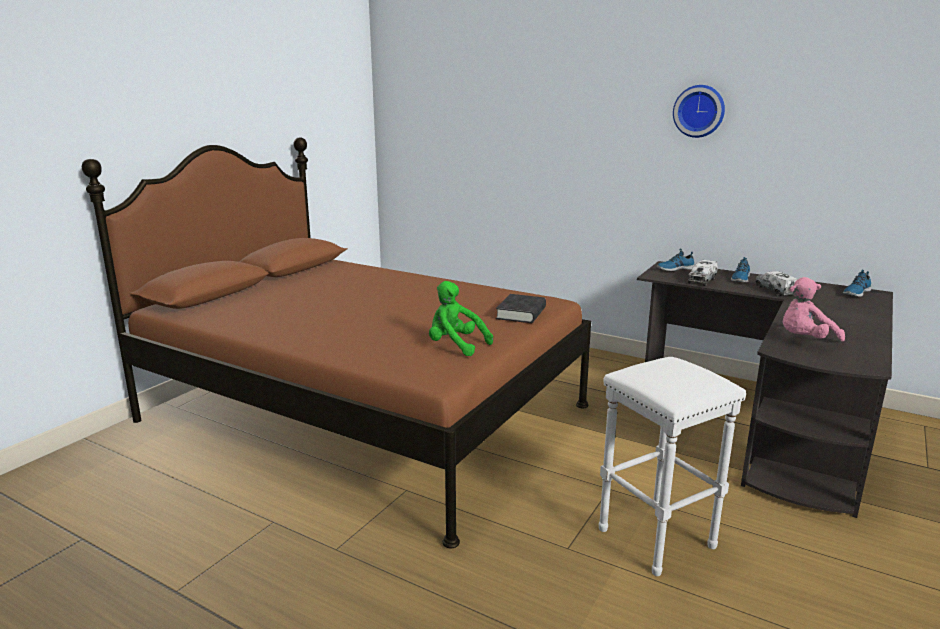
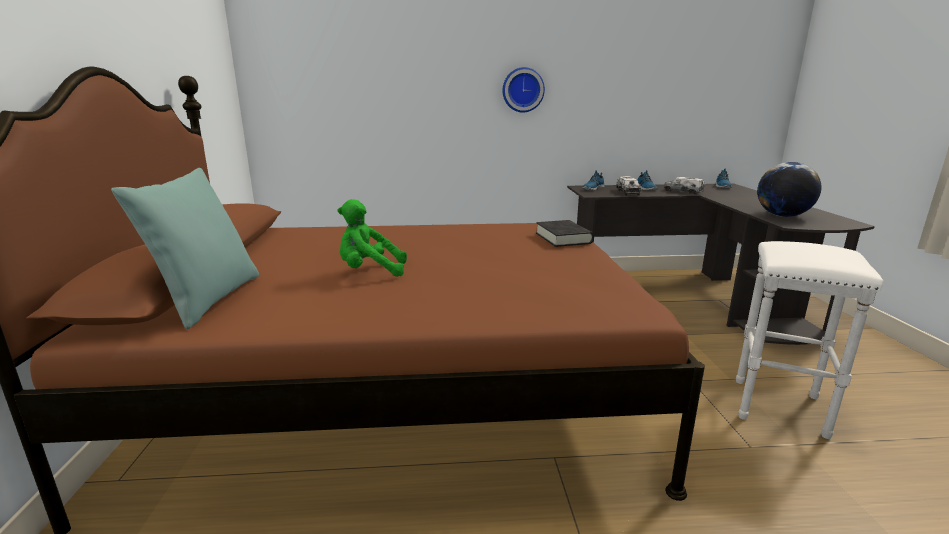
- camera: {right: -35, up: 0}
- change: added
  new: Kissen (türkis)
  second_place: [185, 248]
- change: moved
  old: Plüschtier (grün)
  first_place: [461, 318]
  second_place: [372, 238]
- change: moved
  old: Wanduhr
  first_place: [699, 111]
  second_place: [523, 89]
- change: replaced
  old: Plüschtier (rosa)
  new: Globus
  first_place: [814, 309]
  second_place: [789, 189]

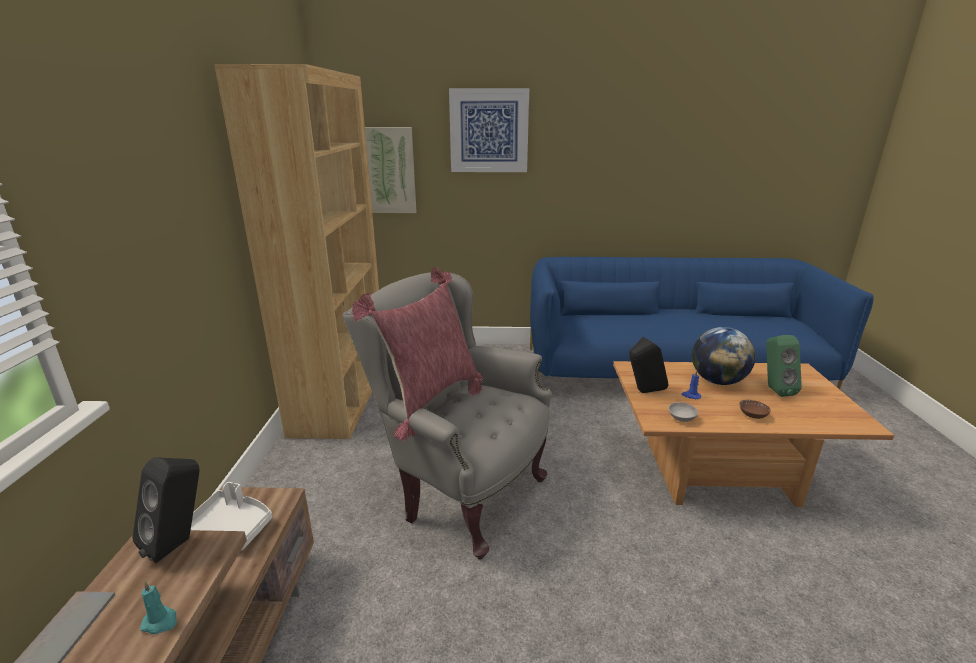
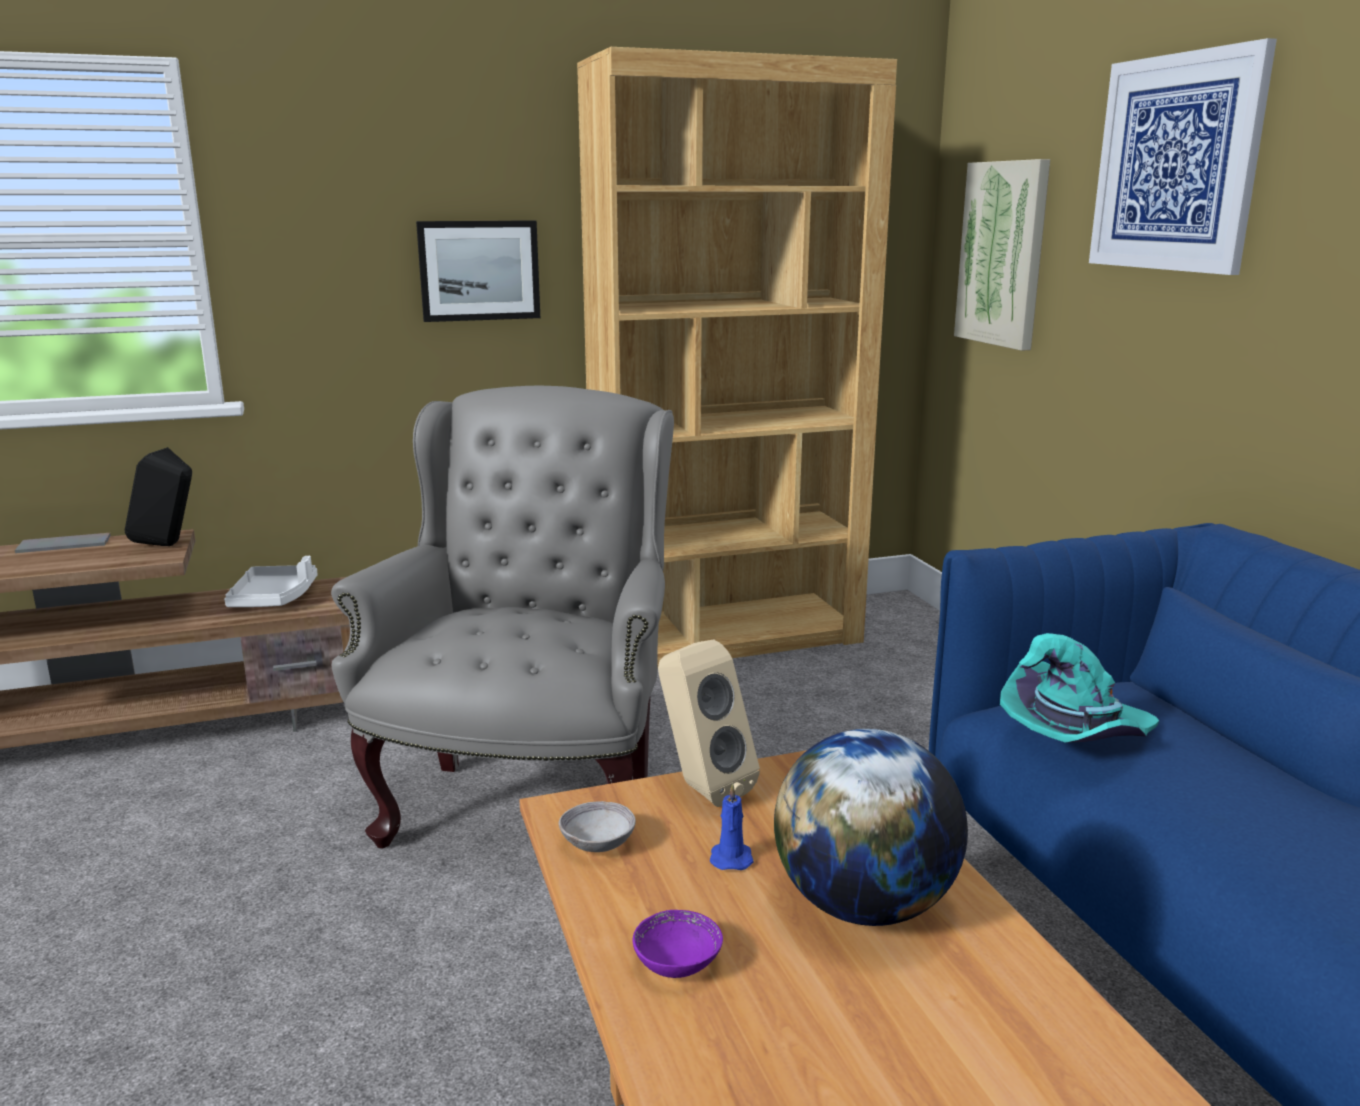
- camera: {right: 70, up: -5}
- change: added
  new: Bild
  second_place: [478, 271]
- change: recoloured
  old: Schüssel (braun)
  new: Schüssel (lila)
  first_place: [755, 409]
  second_place: [677, 944]
- change: recoloured
  old: Lautsprecher (schwarz)
  new: Lautsprecher (beige)
  first_place: [649, 365]
  second_place: [709, 723]
- change: added
  new: Hut (türkis)
  second_place: [1079, 688]
- change: removed
  old: Kerze (türkis)
  first_place: [158, 607]
- change: removed
  old: Kissen (rot)
  first_place: [417, 354]
- change: removed
  old: Lautsprecher (grün)
  first_place: [784, 366]

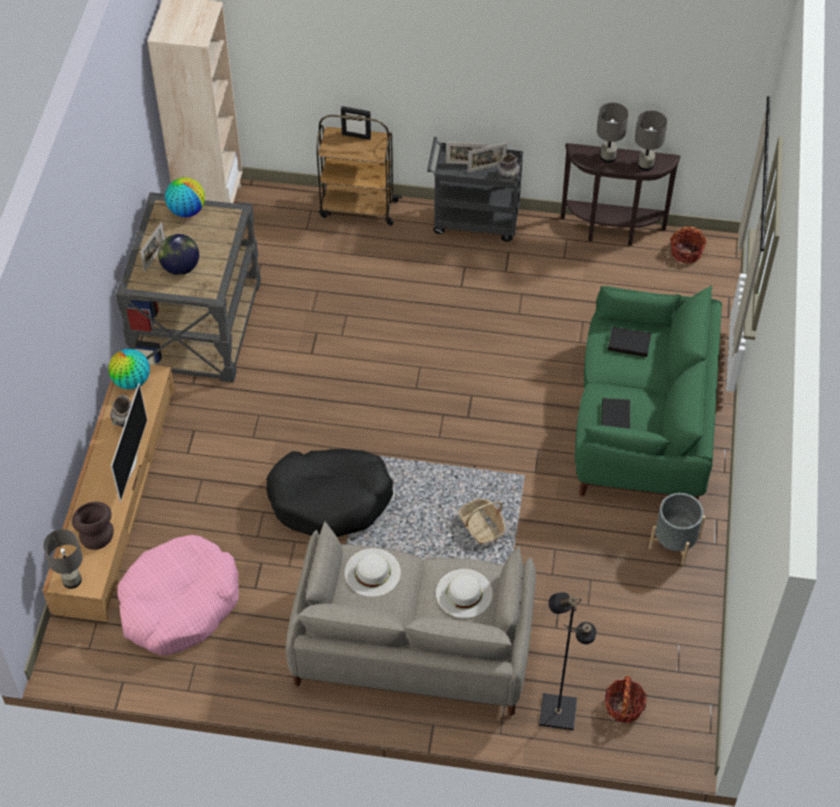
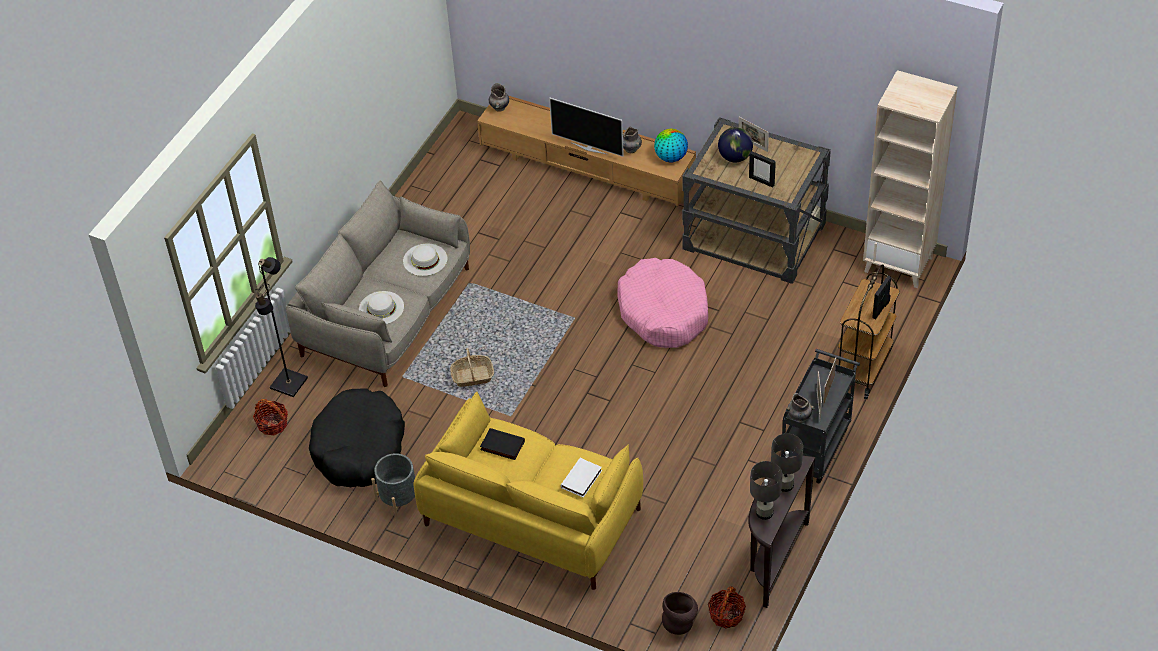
- camera: {right: 110, up: -5}
- change: moved
  old: Hundebett (schwarz)
  first_place: [329, 493]
  second_place: [357, 437]
- change: recoloured
  old: Sofa (grün)
  new: Sofa (gelb)
  first_place: [648, 393]
  second_place: [528, 491]
- change: replaced
  old: Tischlampe (grau)
  new: Vase (grau)
  first_place: [63, 559]
  second_place: [499, 97]
- change: recoloured
  old: Buch (schwarz)
  new: Buch (weiß)
  first_place: [629, 341]
  second_place: [581, 478]
- change: moved
  old: Hundebett (rosa)
  first_place: [178, 595]
  second_place: [662, 303]
- change: moved
  old: Vase (braun)
  first_place: [93, 526]
  second_place: [680, 613]
- change: added
  new: Bilderrahmen
  second_place: [762, 169]
- change: removed
  old: Globus
  first_place: [185, 197]

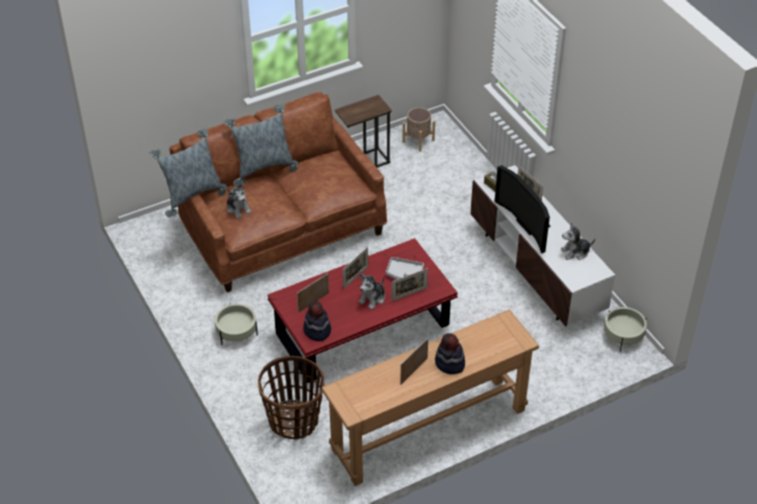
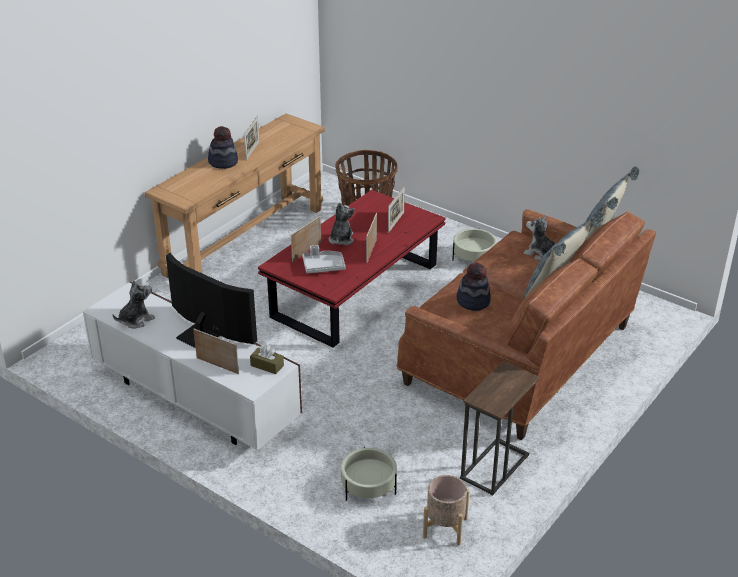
- camera: {right: 155, up: -10}
- change: moved
  old: Pflanzkübel (beige)
  first_place: [625, 329]
  second_place: [369, 474]
- change: moved
  old: Hut
  first_place: [317, 321]
  second_place: [474, 287]

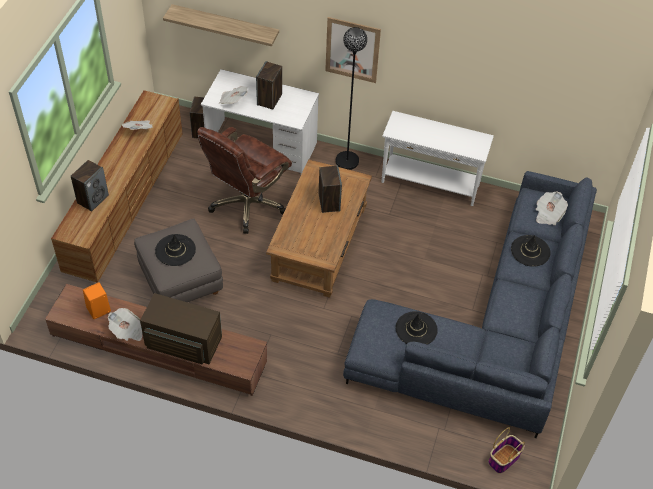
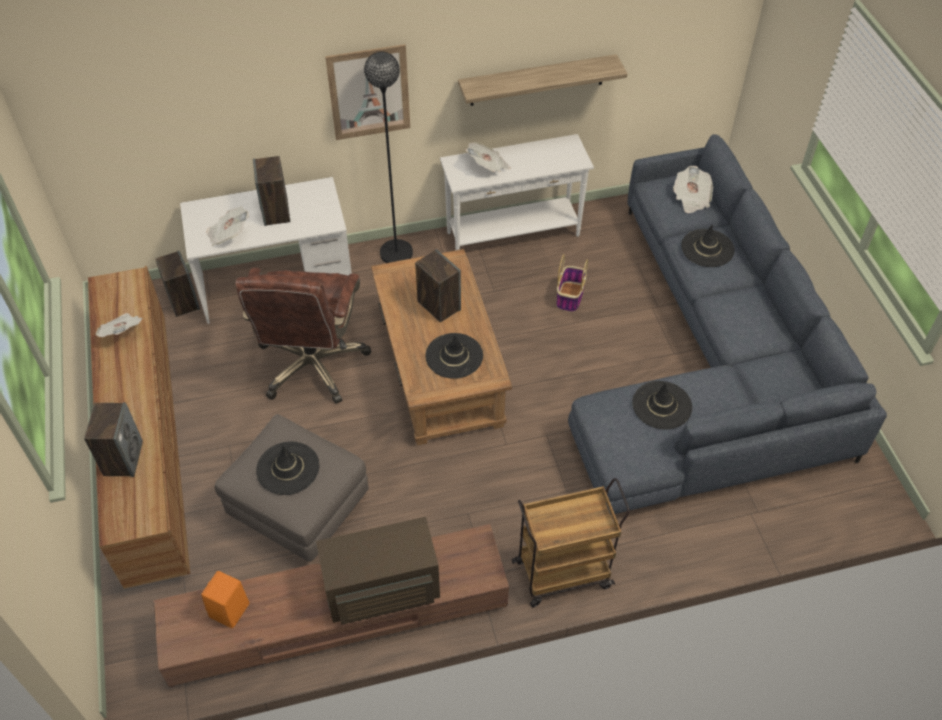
- camera: {right: -30, up: 0}
- change: added
  new: Hut (schwarz)
  second_place: [454, 356]
- change: moved
  old: Wandregal
  first_place: [221, 25]
  second_place: [543, 80]
- change: moved
  old: Zeitung
  first_place: [125, 324]
  second_place: [488, 157]
- change: added
  new: Rollwagen (braun)
  second_place: [571, 543]
- change: moved
  old: Korb
  first_place: [506, 450]
  second_place: [572, 283]

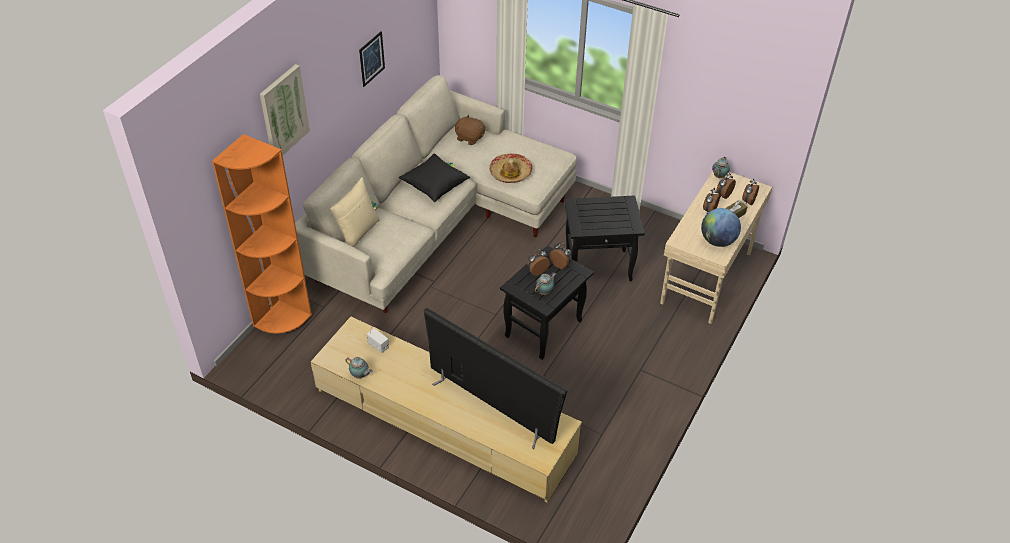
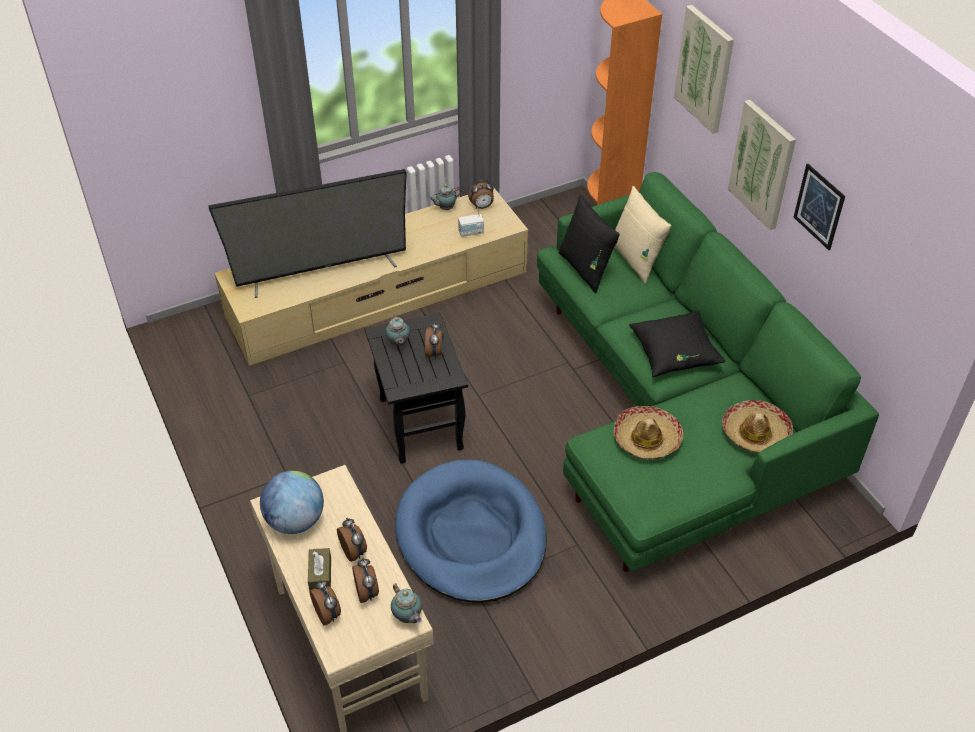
- camera: {right: 125, up: 0}
- change: replaced
  old: Beistelltisch (schwarz)
  new: Hundebett (blau)
  first_place: [604, 238]
  second_place: [471, 531]
- change: moved
  old: Wecker
  first_place: [560, 255]
  second_place: [481, 194]
- change: recoloured
  old: Sofa (beige)
  new: Sofa (grün)
  first_place: [436, 194]
  second_place: [708, 372]
- change: added
  new: Kissen (schwarz)
  second_place: [589, 244]
- change: replaced
  old: Plüschtier (braun)
  new: Hut
  first_place: [470, 129]
  second_place: [757, 426]
- change: added
  new: Bild
  second_place: [762, 165]

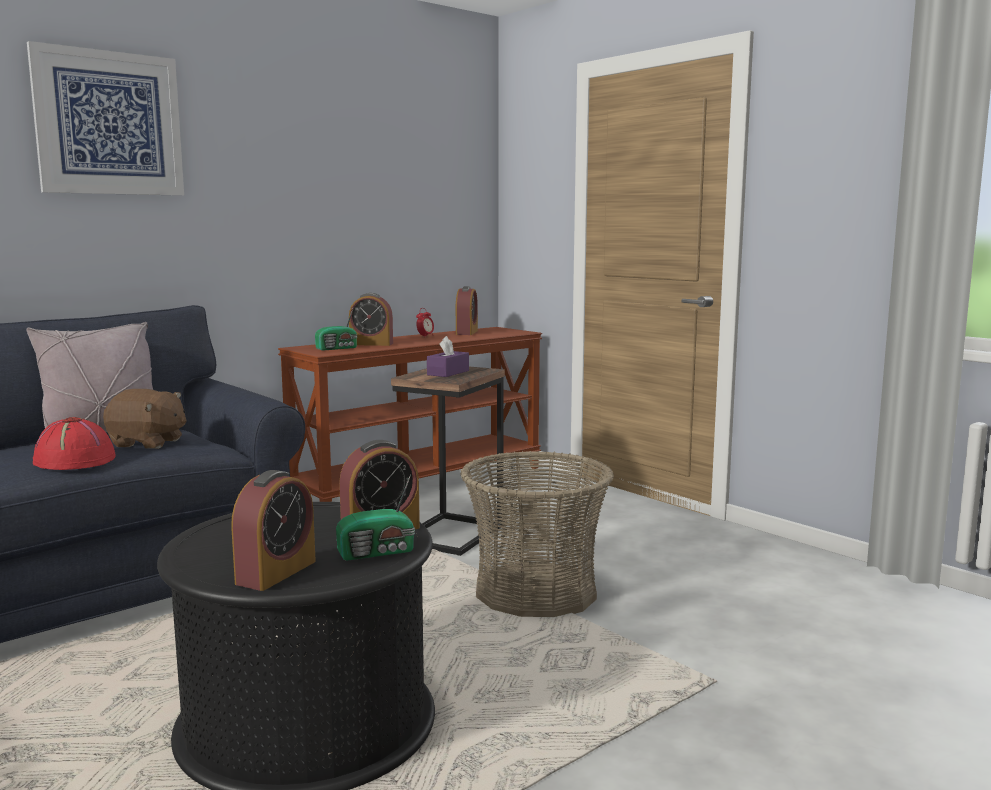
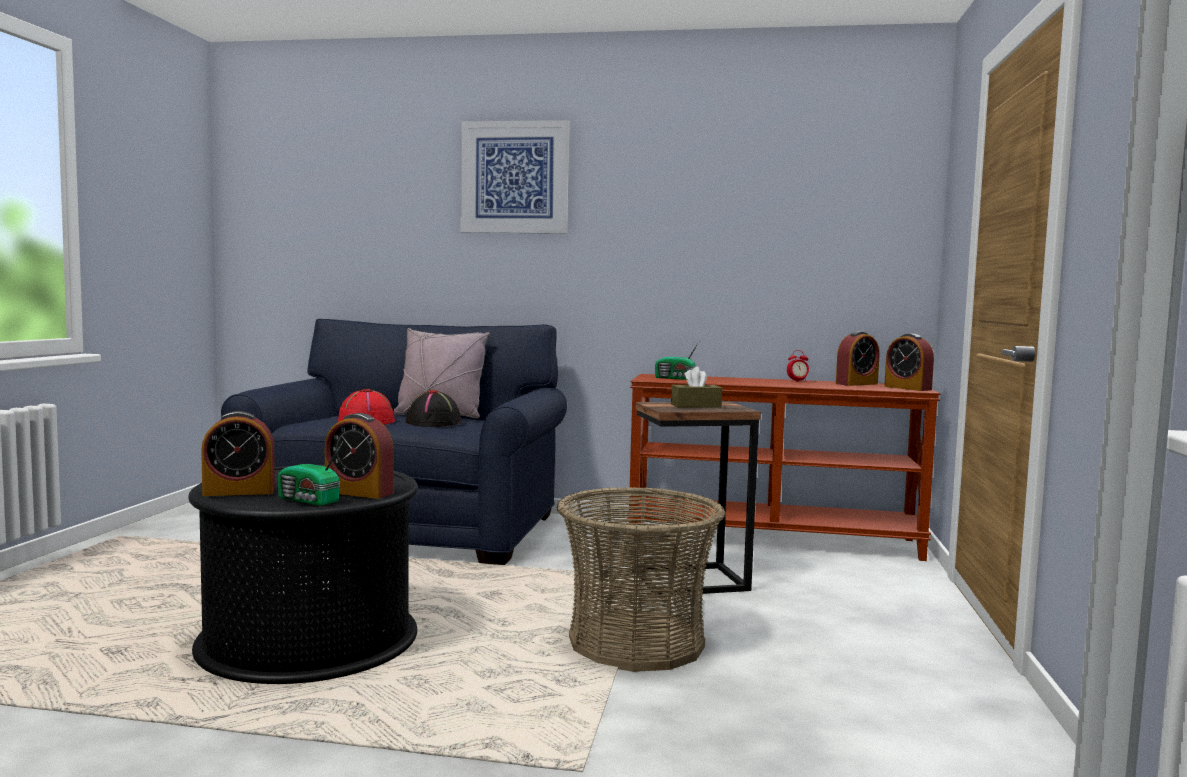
- camera: {right: 50, up: -5}
- change: replaced
  old: Plüschtier (braun)
  new: Hut (schwarz)
  first_place: [145, 419]
  second_place: [433, 408]
- change: recoloured
  old: Taschentuchbox (lila)
  new: Taschentuchbox (braun)
  first_place: [448, 356]
  second_place: [696, 387]
- change: moved
  old: Wecker
  first_place: [371, 319]
  second_place: [909, 362]

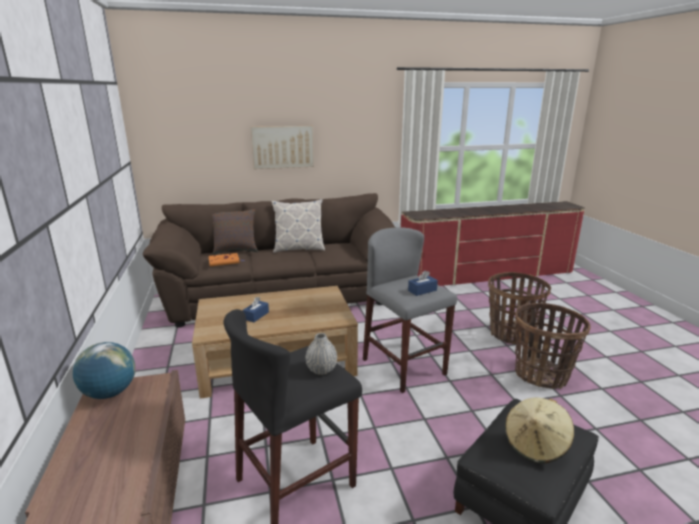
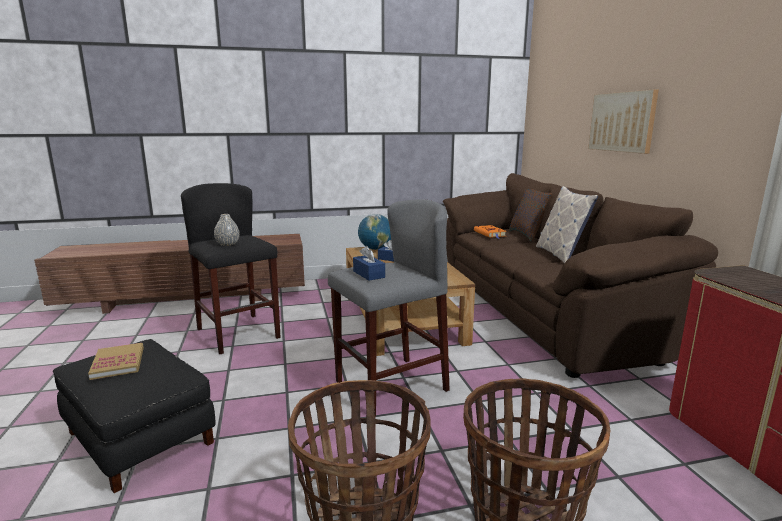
- camera: {right: 90, up: -5}
- change: replaced
  old: Hut (beige)
  new: Buch
  first_place: [539, 430]
  second_place: [116, 361]
- change: moved
  old: Globus
  first_place: [103, 370]
  second_place: [374, 232]

